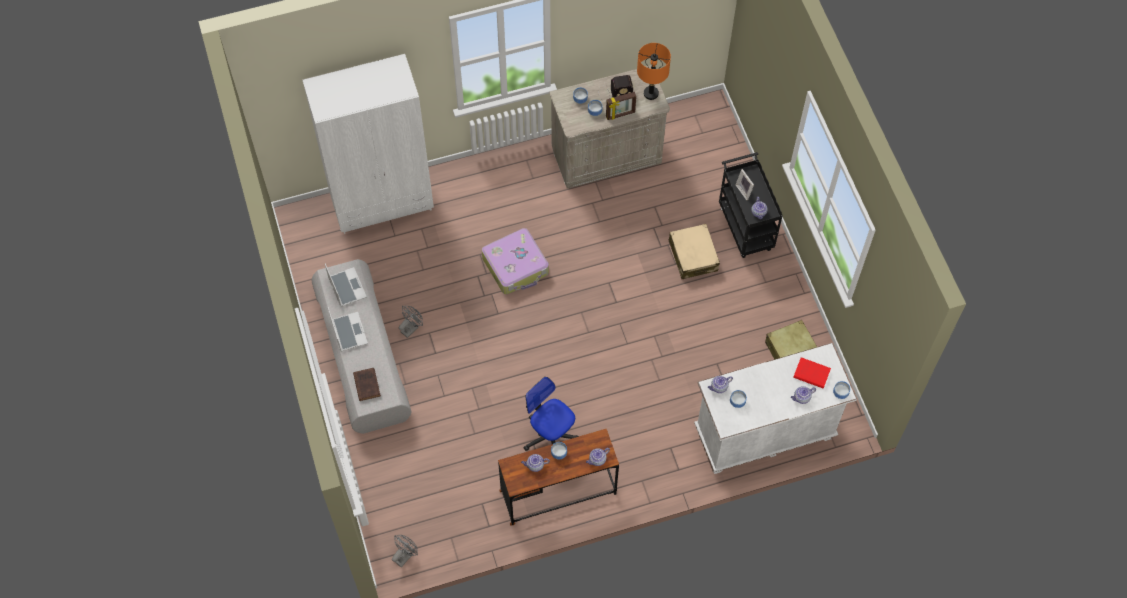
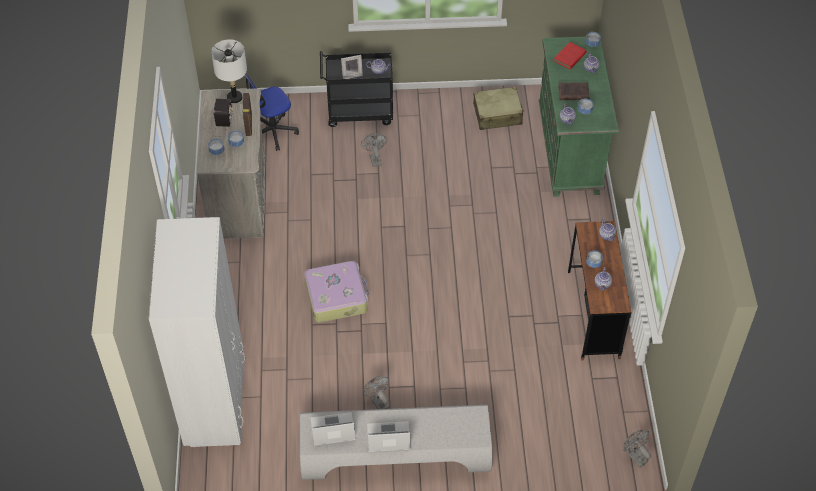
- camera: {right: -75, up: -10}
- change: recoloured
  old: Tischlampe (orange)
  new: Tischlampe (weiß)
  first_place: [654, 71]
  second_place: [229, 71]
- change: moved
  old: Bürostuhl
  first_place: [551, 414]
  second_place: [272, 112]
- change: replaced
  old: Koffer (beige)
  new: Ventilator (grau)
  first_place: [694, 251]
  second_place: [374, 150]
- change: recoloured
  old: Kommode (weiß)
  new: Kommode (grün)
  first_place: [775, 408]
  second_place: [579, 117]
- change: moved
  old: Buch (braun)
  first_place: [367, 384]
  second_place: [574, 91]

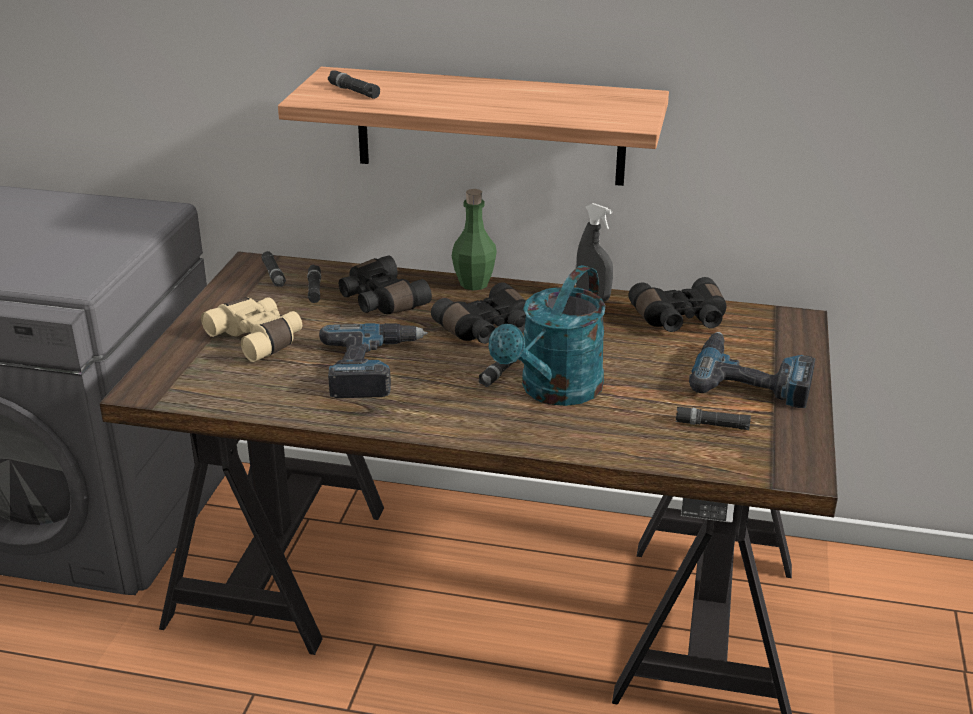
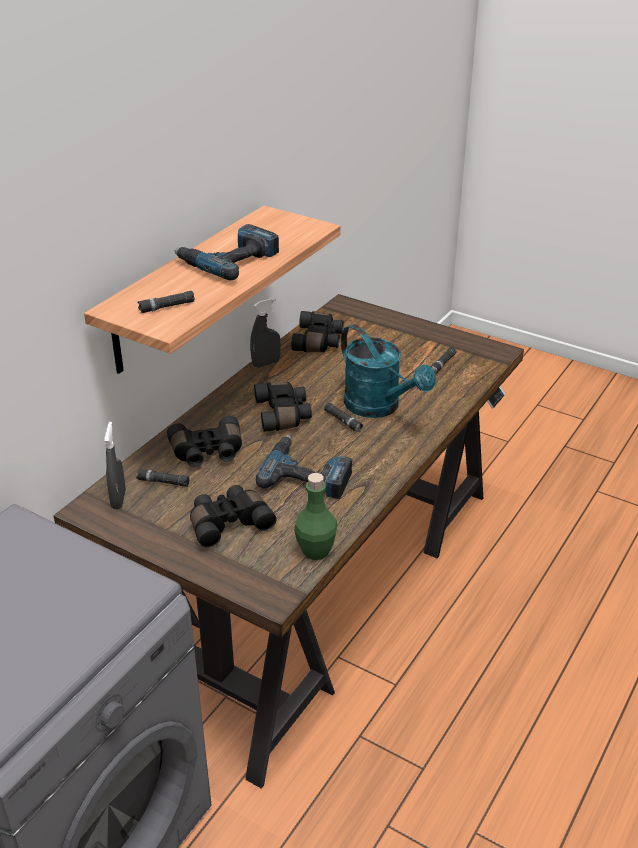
- camera: {right: -70, up: 5}
- change: replaced
  old: Taschenlampe (schwarz)
  new: Sprühflasche (grau)
  first_place: [273, 269]
  second_place: [115, 465]
- change: moved
  old: Bohrmaschine
  first_place: [752, 370]
  second_place: [226, 252]
- change: recoloured
  old: Fernglas (beige)
  new: Fernglas (schwarz)
  first_place: [251, 329]
  second_place: [233, 516]
- change: moved
  old: Flasche (grün)
  first_place: [474, 239]
  second_place: [316, 516]

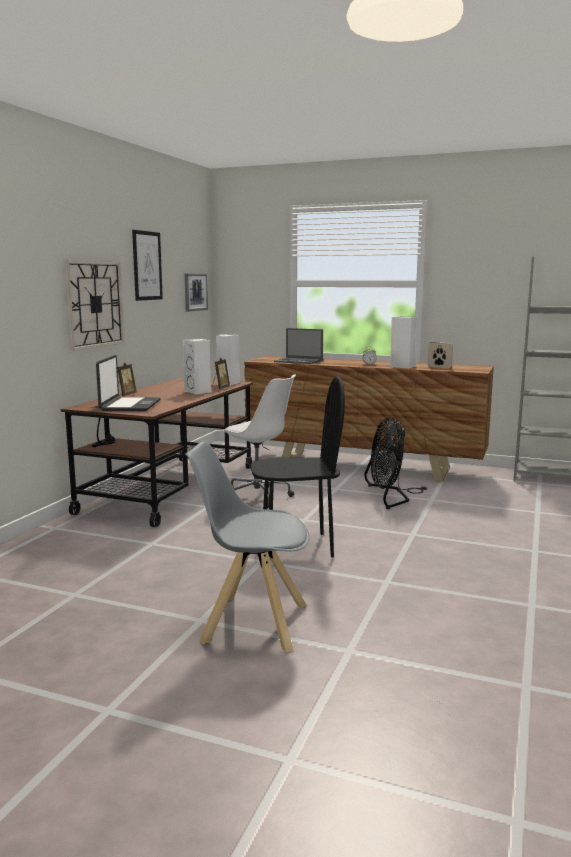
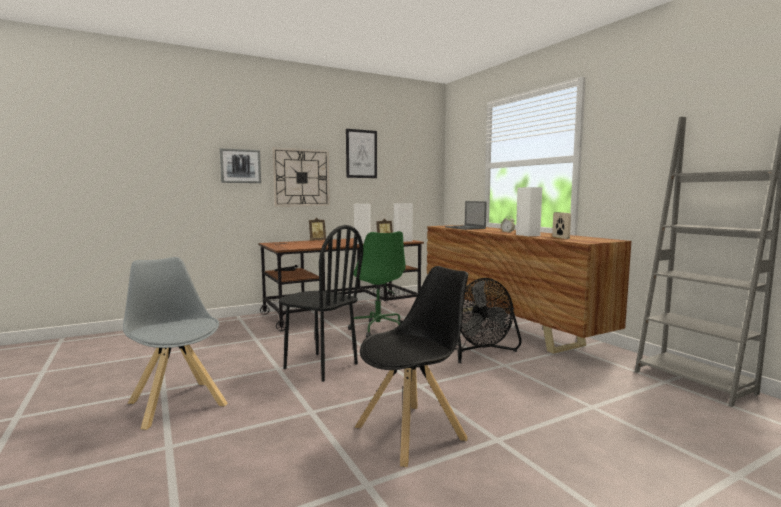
- camera: {right: 40, up: -5}
- change: moved
  old: Bild
  first_place: [196, 292]
  second_place: [240, 165]
- change: recoloured
  old: Bürostuhl (weiß)
  new: Bürostuhl (grün)
  first_place: [259, 441]
  second_place: [377, 284]
- change: added
  new: Stuhl (schwarz)
  second_place: [411, 366]
- change: turned
  old: Ventilator (schwarz)
  first_place: [395, 463]
  second_place: [488, 320]
  degrees: -150
- change: removed
  old: Laptop
  first_place: [128, 383]

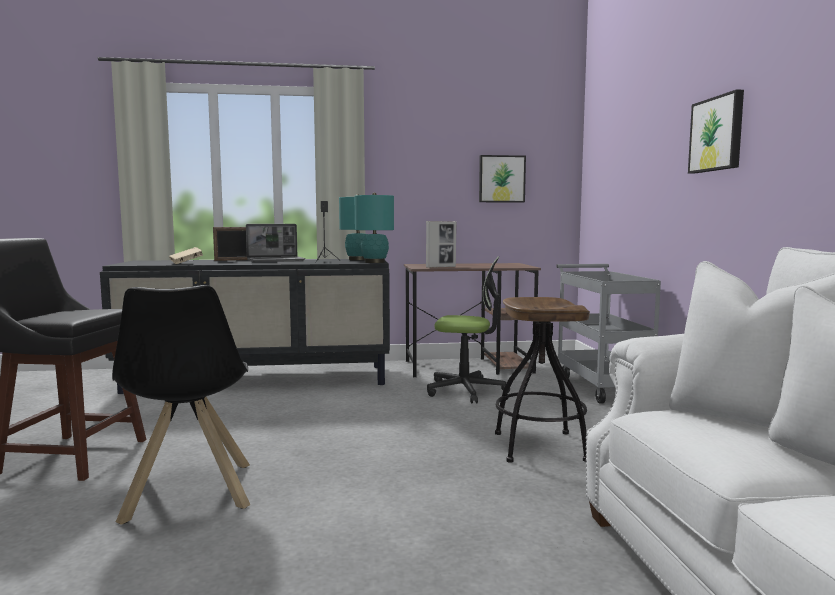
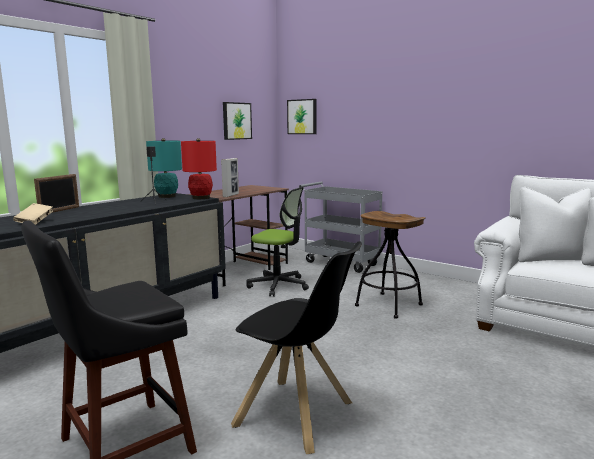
- camera: {right: -45, up: 5}
- change: recoloured
  old: Tischlampe (türkis)
  new: Tischlampe (rot)
  first_place: [374, 227]
  second_place: [199, 168]
- change: turned
  old: Bürostuhl
  first_place: [468, 330]
  second_place: [277, 242]
  degrees: 60
- change: moved
  old: Bild
  first_place: [716, 131]
  second_place: [301, 116]
- change: removed
  old: Laptop
  first_place: [275, 243]

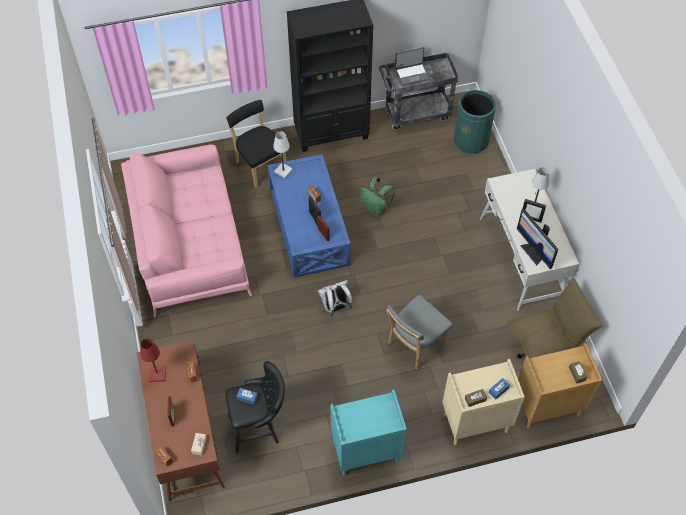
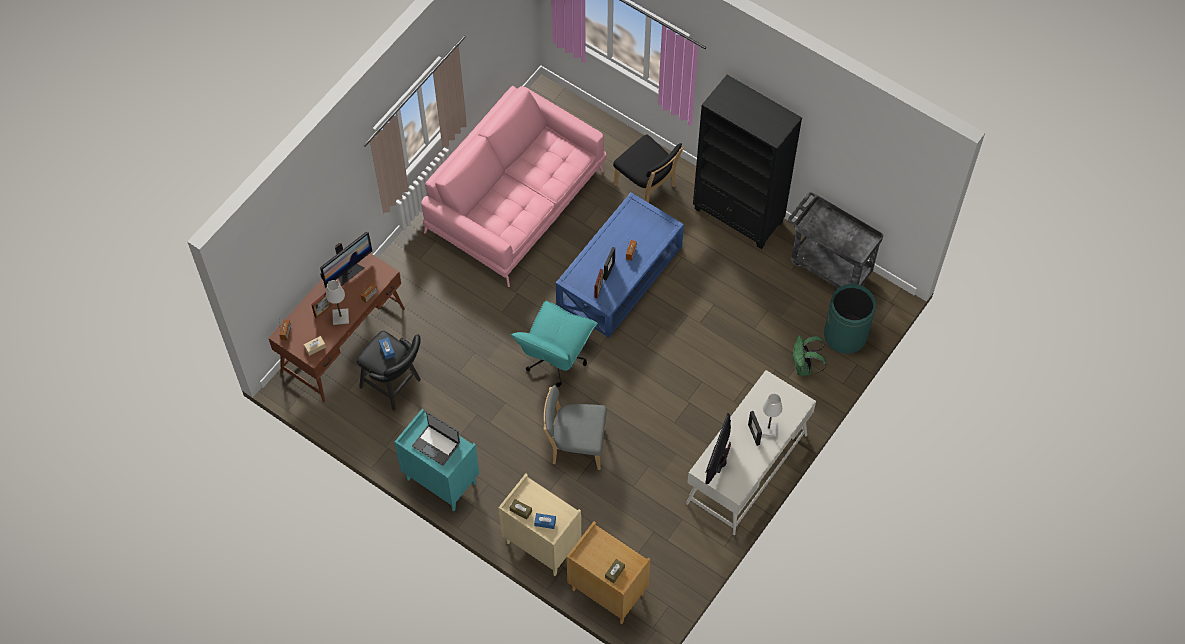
- camera: {right: 50, up: 5}
- change: replaced
  old: Tischlampe (rot)
  new: Monitor
  first_place: [153, 360]
  second_place: [346, 259]
- change: moved
  old: Tischlampe (weiß)
  first_place: [283, 154]
  second_place: [337, 302]
- change: moved
  old: Laptop
  first_place: [412, 66]
  second_place: [436, 439]
- change: replaced
  old: Rucksack (weiß)
  new: Bürostuhl (türkis)
  first_place: [334, 298]
  second_place: [554, 344]
- change: turned
  old: Stuhl (schwarz)
  first_place: [256, 143]
  second_place: [648, 168]
  degrees: 120
- change: moved
  old: Rucksack (grün)
  first_place: [377, 196]
  second_place: [809, 355]
- change: removed
  old: Bürostuhl (beige)
  first_place: [555, 317]

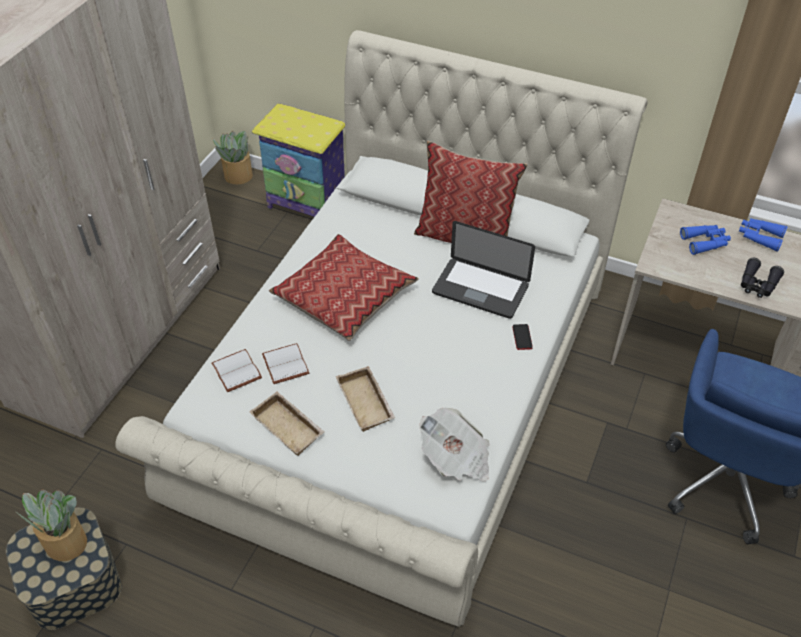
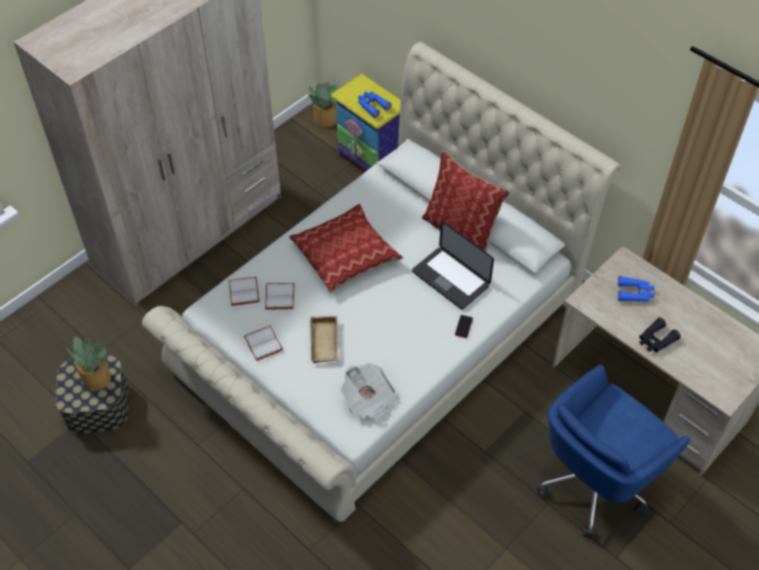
- camera: {right: 20, up: 5}
- change: replaced
  old: Tablett (beige)
  new: Buch (weiß)
  first_place: [287, 424]
  second_place: [263, 343]
- change: moved
  old: Fernglas (blau)
  first_place: [763, 235]
  second_place: [374, 104]

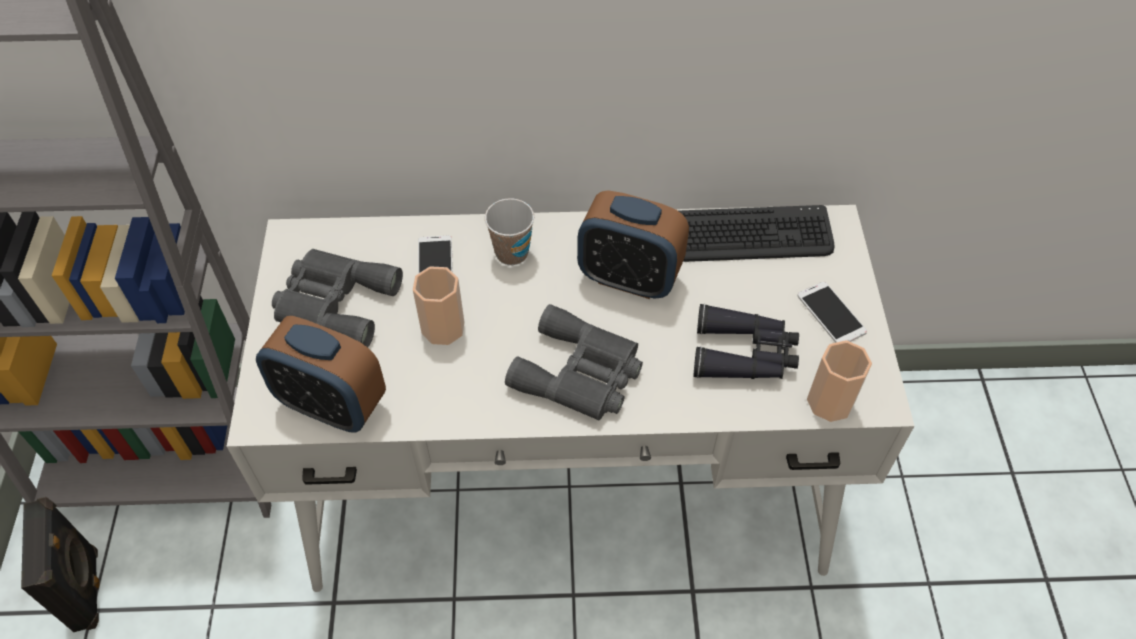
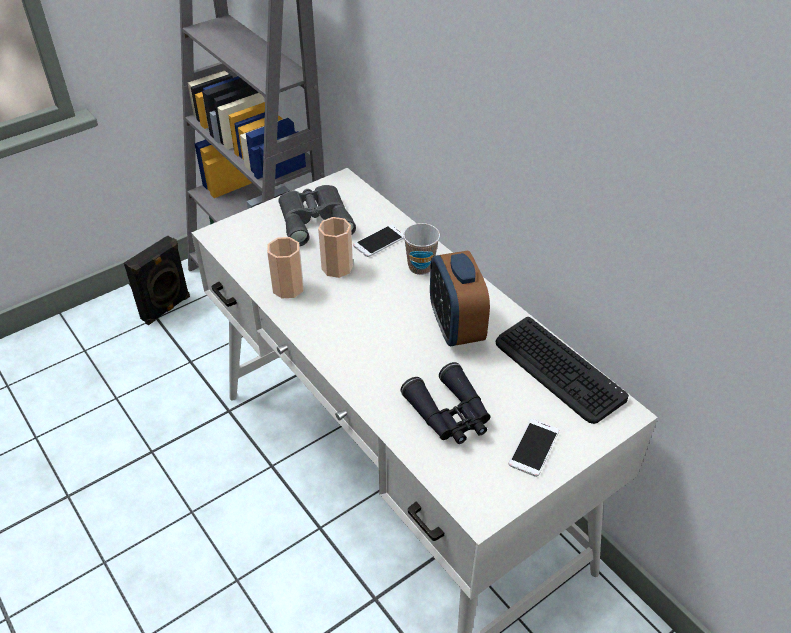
- camera: {right: 55, up: -10}
- change: moved
  old: Tasse
  first_place: [839, 381]
  second_place: [285, 267]
- change: removed
  old: Wecker
  first_place: [321, 374]
- change: removed
  old: Fernglas (grau)
  first_place: [574, 362]

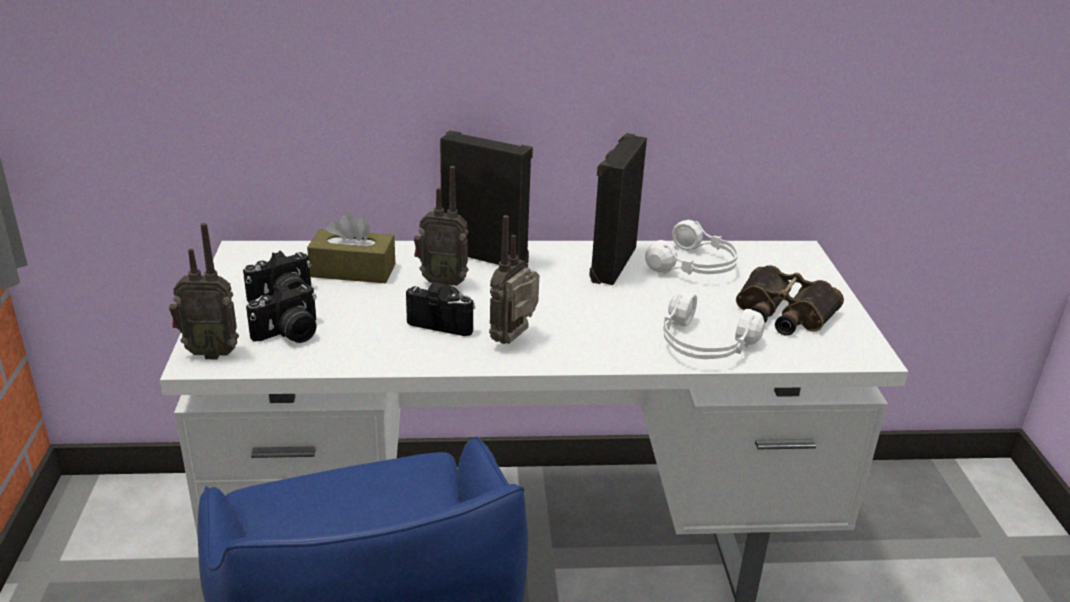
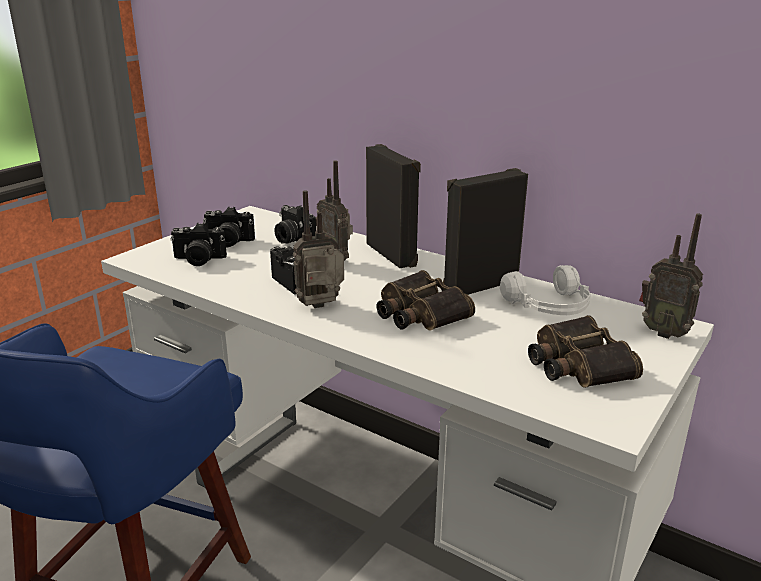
- camera: {right: 40, up: -5}
- change: replaced
  old: Taschentuchbox (braun)
  new: Kamera
  first_place: [351, 248]
  second_place: [295, 224]
- change: added
  new: Fernglas
  second_place: [426, 300]
- change: moved
  old: Radio
  first_place: [204, 291]
  second_place: [671, 276]
- change: removed
  old: Kopfhörer (weiß)
  first_place: [714, 325]

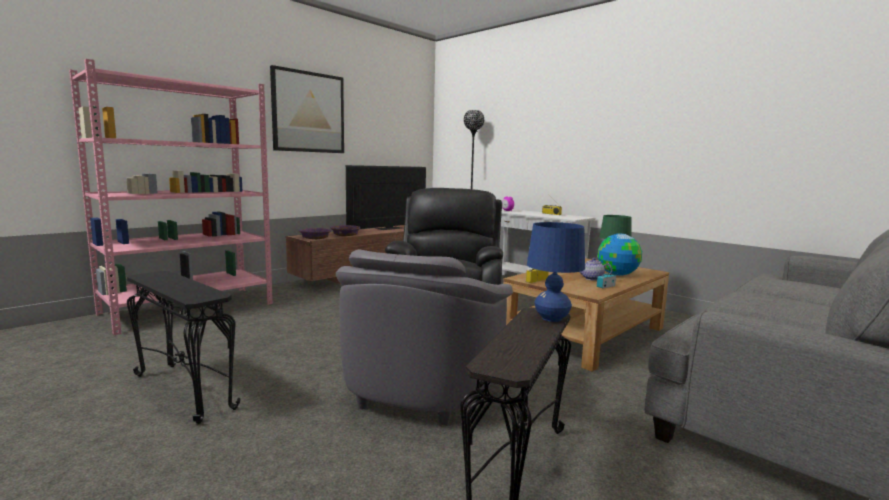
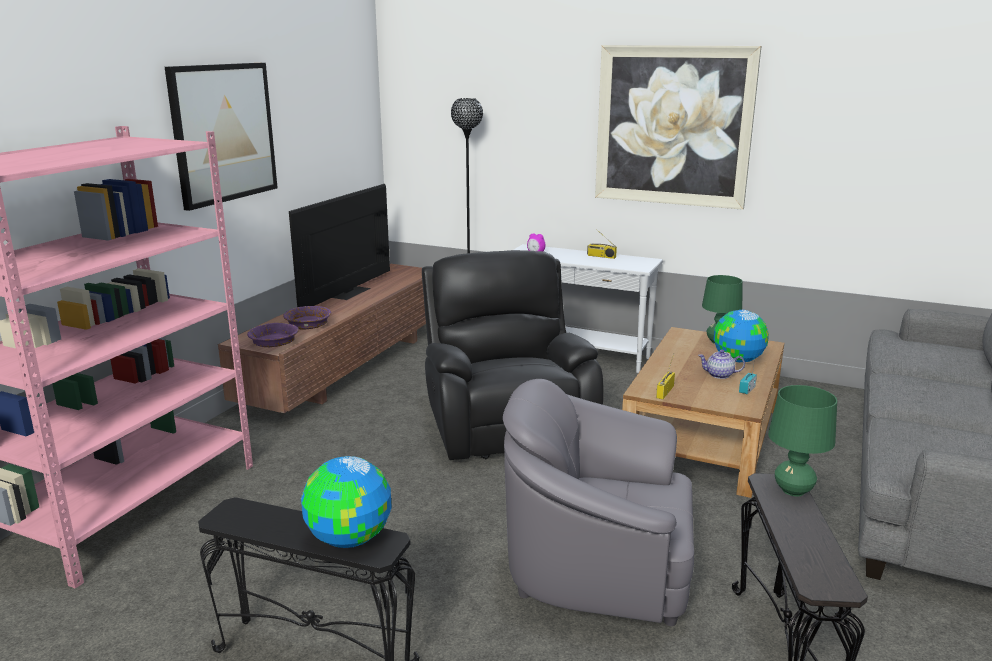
- camera: {right: -20, up: 10}
- change: added
  new: Globus
  second_place: [346, 502]
- change: turned
  old: Sessel (grau)
  first_place: [424, 337]
  second_place: [598, 502]
  degrees: 105
- change: added
  new: Bild
  second_place: [678, 127]
- change: recoloured
  old: Tischlampe (blau)
  new: Tischlampe (grün)
  first_place: [556, 272]
  second_place: [802, 440]

